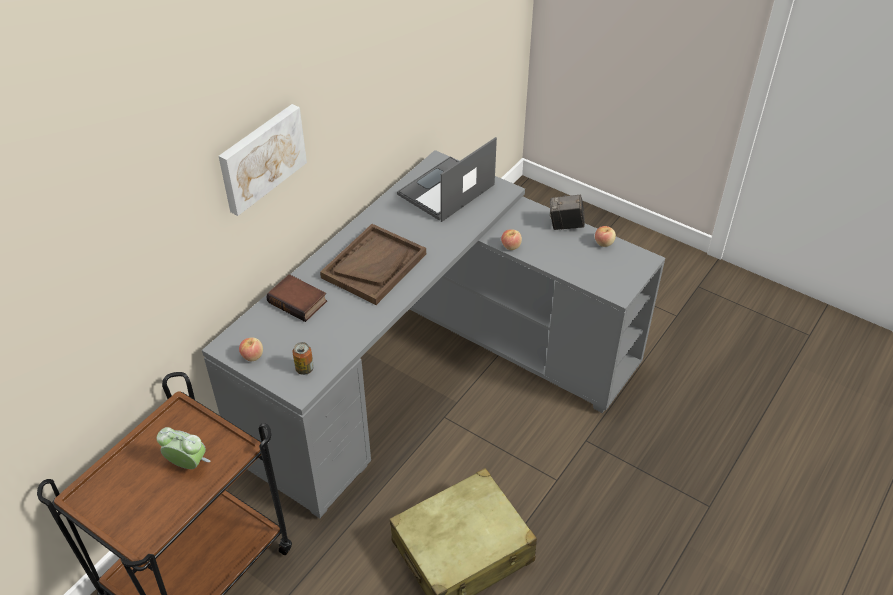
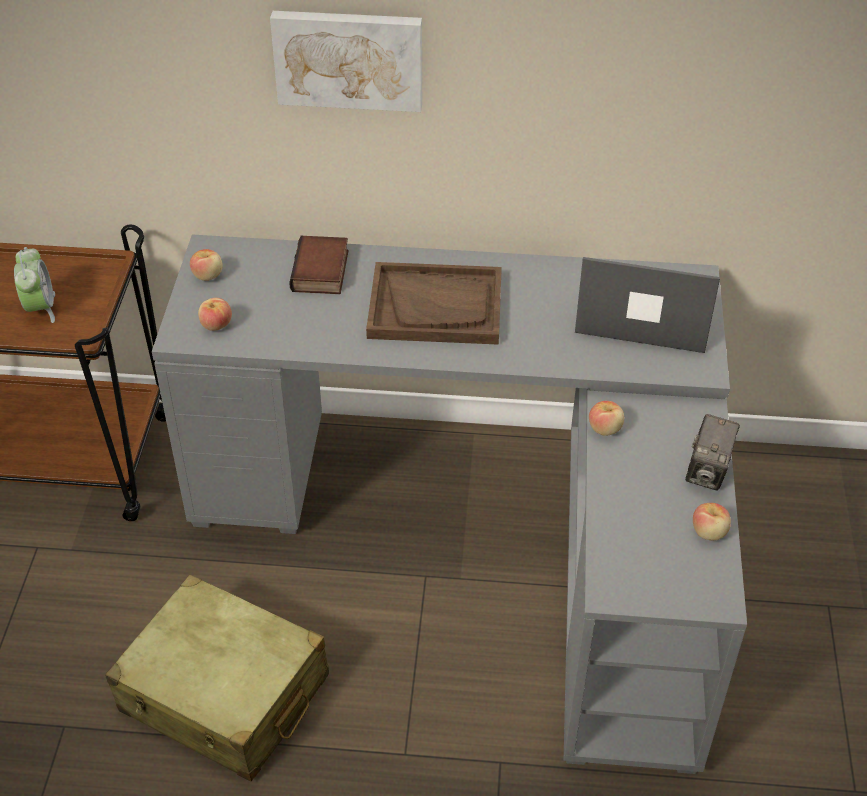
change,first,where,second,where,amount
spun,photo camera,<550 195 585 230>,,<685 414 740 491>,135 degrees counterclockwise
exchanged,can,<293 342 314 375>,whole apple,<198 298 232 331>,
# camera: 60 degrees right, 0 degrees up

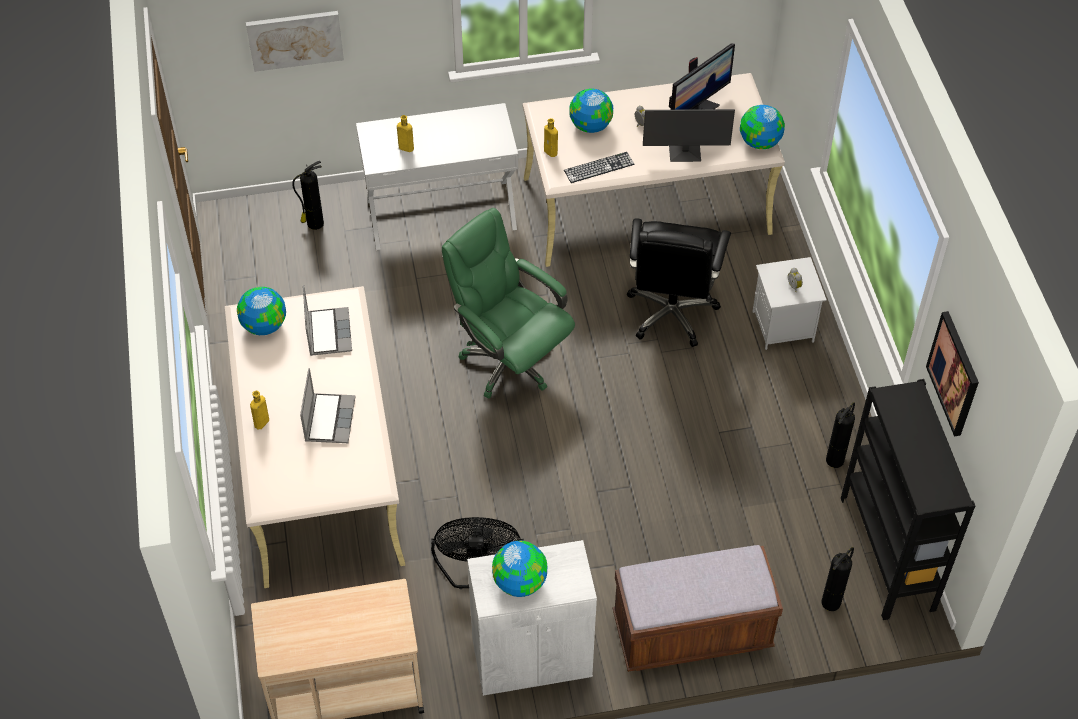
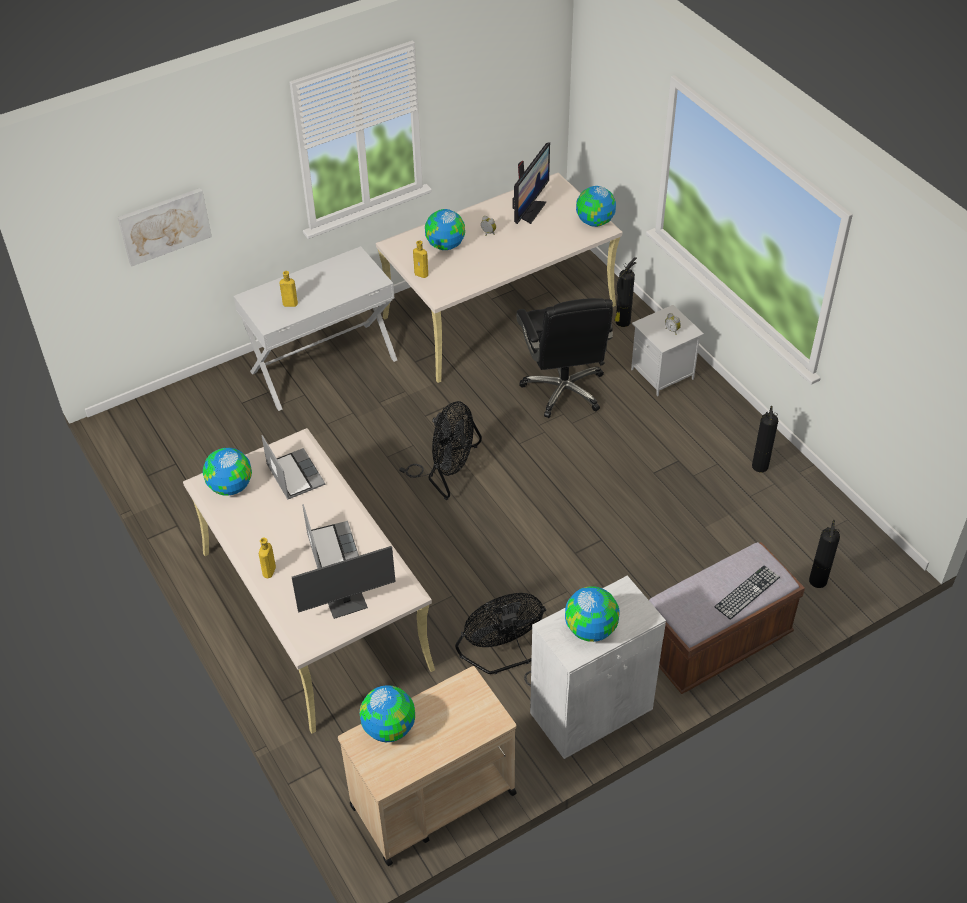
change,first,where,second,where,amount
relocated,monitor,<643 109 735 162>,,<292 546 396 619>,
relocated,keyboard,<564 152 635 183>,,<715 565 780 620>,
relocated,fire-fighting cylinder,<292 161 324 230>,,<614 257 637 327>,
exchanged,computer chair (green-coloured),<442 208 575 398>,fan (black-coloured),<399 401 482 500>,
missing,picture,<926 311 979 437>,,,
missing,shelving unit (black-coloured),<841 379 975 620>,,,
appeared,,,desk globe,<360 685 415 742>,
# camera: 20 degrees left, 5 degrees down

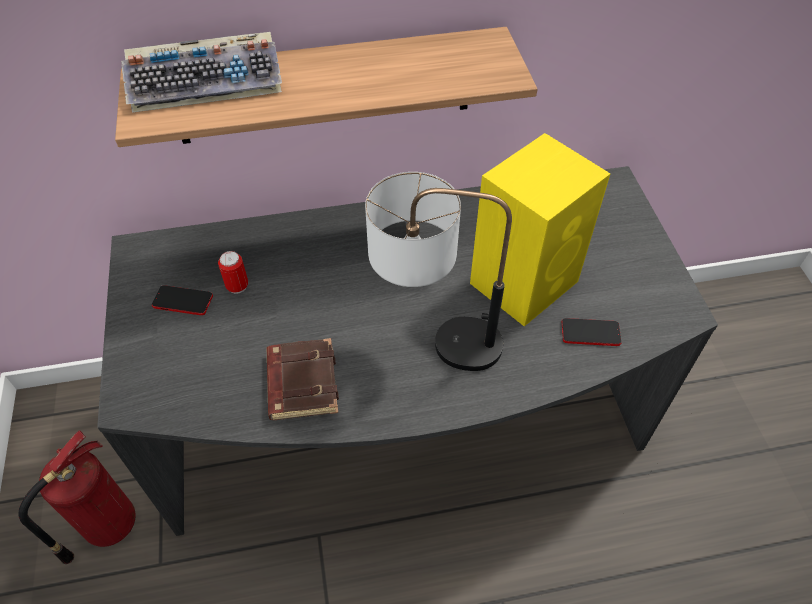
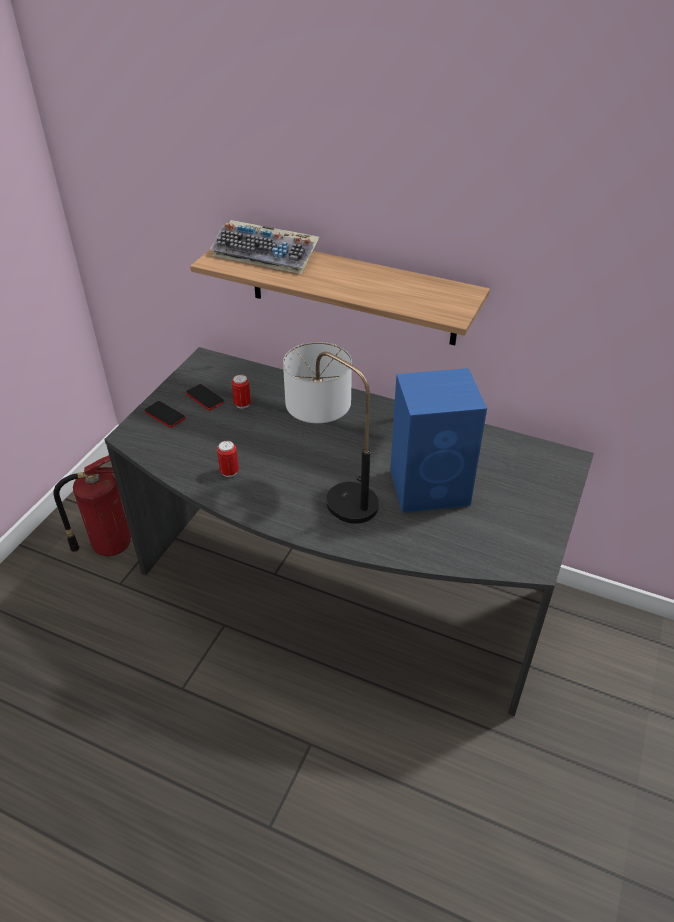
change,first,where,second,where,amount
colour,speaker (yellowish),<470 133 610 327>,speaker (blue),<390 368 487 513>,
relocated,handset,<562 318 621 346>,,<144 401 185 428>,
exchanged,bound book (brown-coloured),<267 338 339 420>,can,<217 441 239 477>,
# camera: 35 degrees right, 10 degrees down

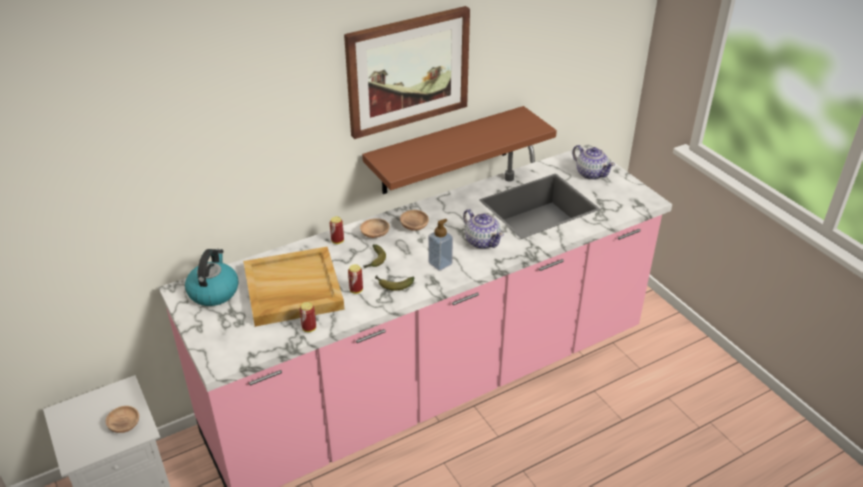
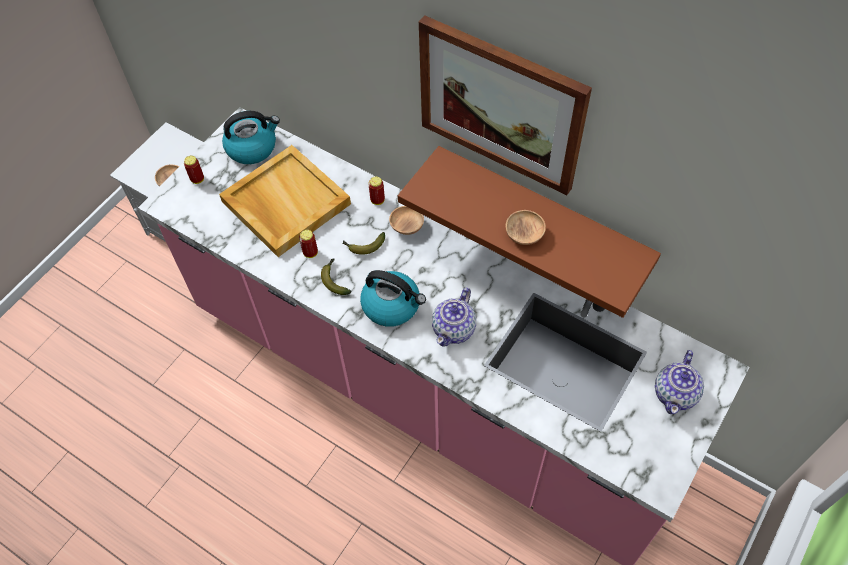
change,first,where,second,where,amount
relocated,serving bowl (brown-coloured),<400 210 429 231>,,<506 210 546 245>,
exchanged,soap bottle,<428 219 453 271>,tea kettle,<360 270 426 327>,
relocated,can,<299 302 316 332>,,<184 156 204 184>,
# camera: 65 degrees right, 20 degrees up

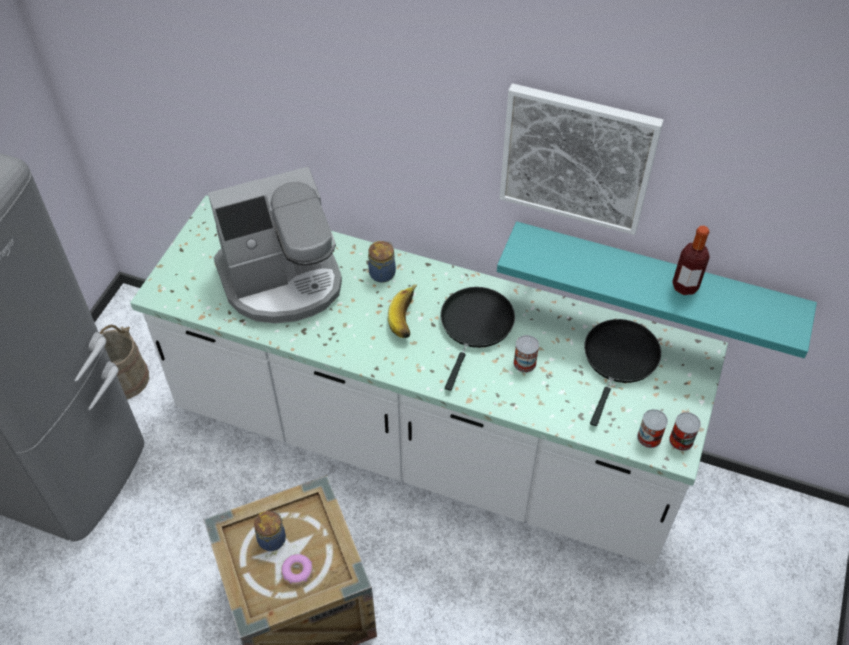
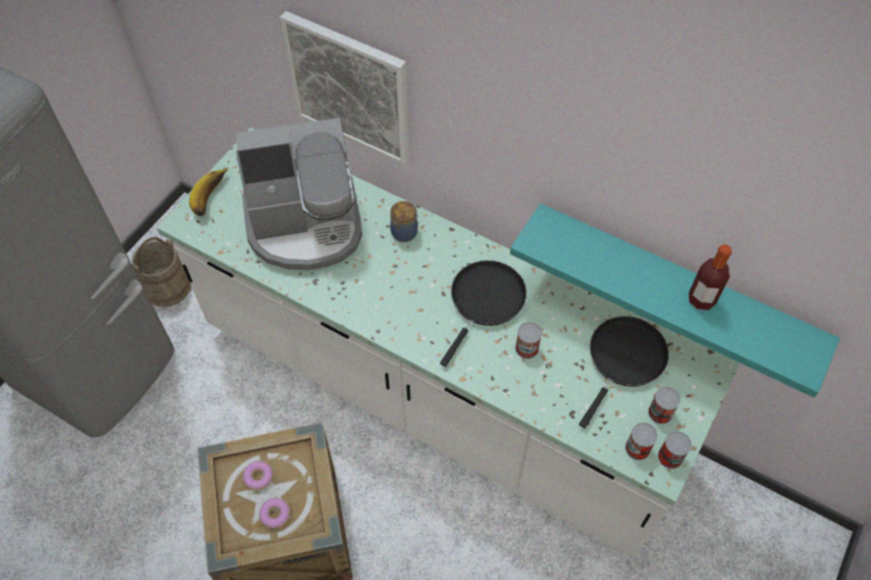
change,first,where,second,where,amount
relocated,picture,<499 83 664 235>,,<280 11 410 165>,
relocated,banana fruit,<388 284 417 338>,,<189 167 229 216>,
exchanged,preserve jar,<254 510 286 551>,ring doughnut,<243 461 273 491>,
appeared,,,can,<648 387 680 424>,
# camera: 10 degrees right, 5 degrees up

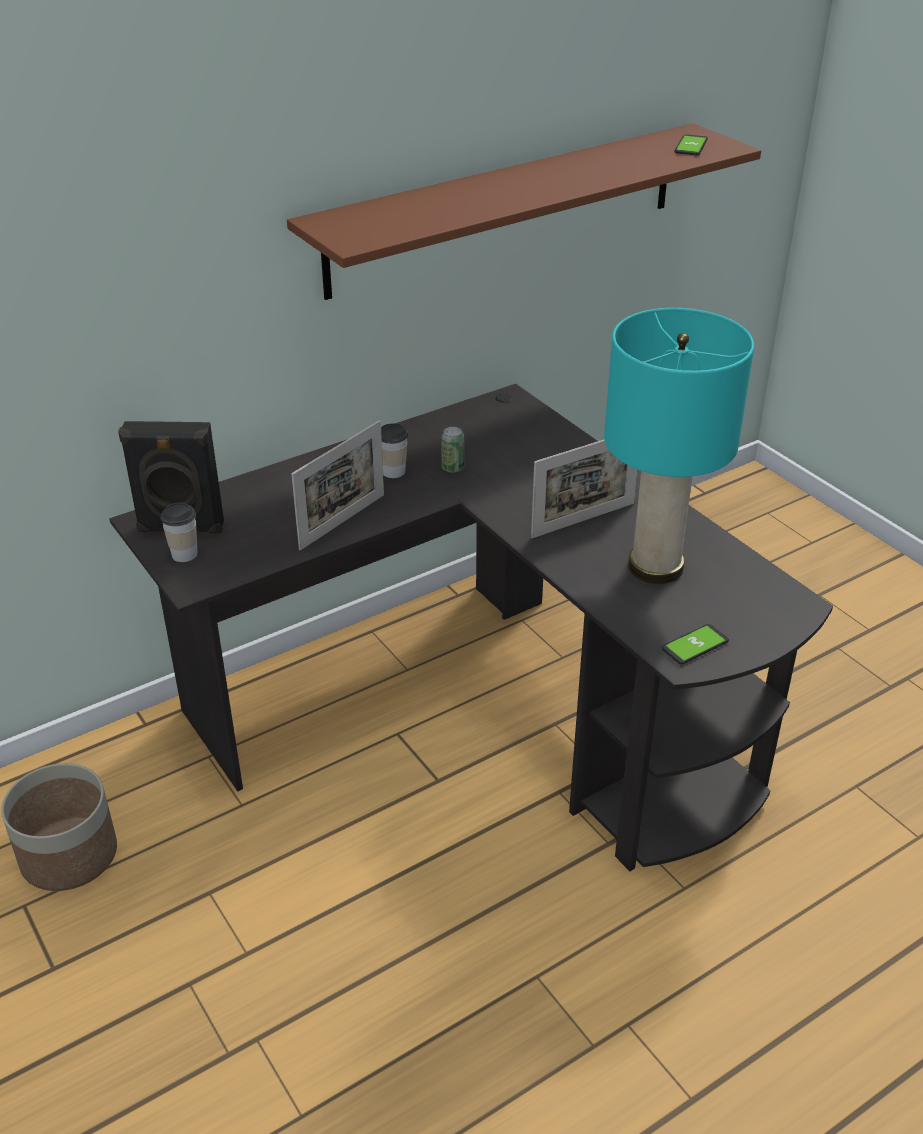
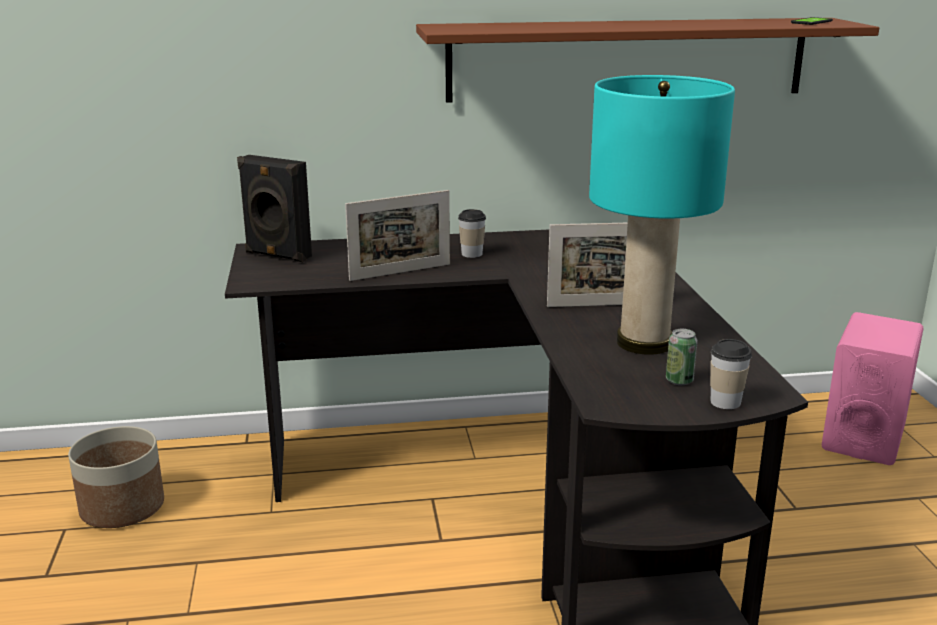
change,first,where,second,where,amount
relocated,can,<441 427 464 473>,,<666 329 698 385>,
relocated,small cup,<161 503 198 562>,,<710 339 752 409>,
missing,handset,<661 624 729 664>,,,
appeared,,,speaker (pinkish),<822 312 924 465>,
# camera: 25 degrees right, 15 degrees down

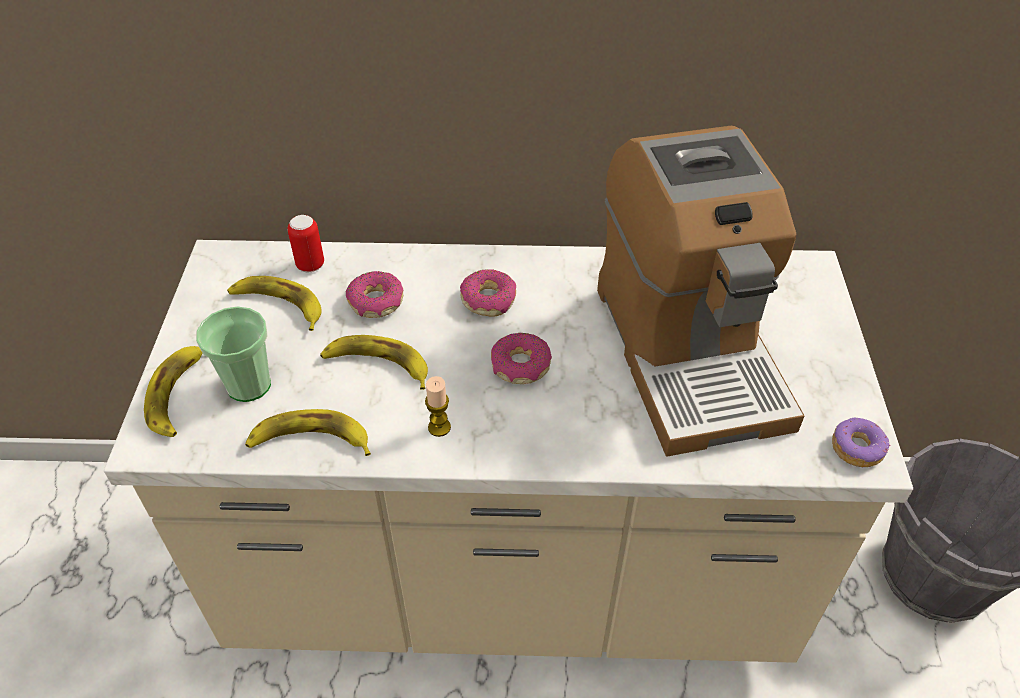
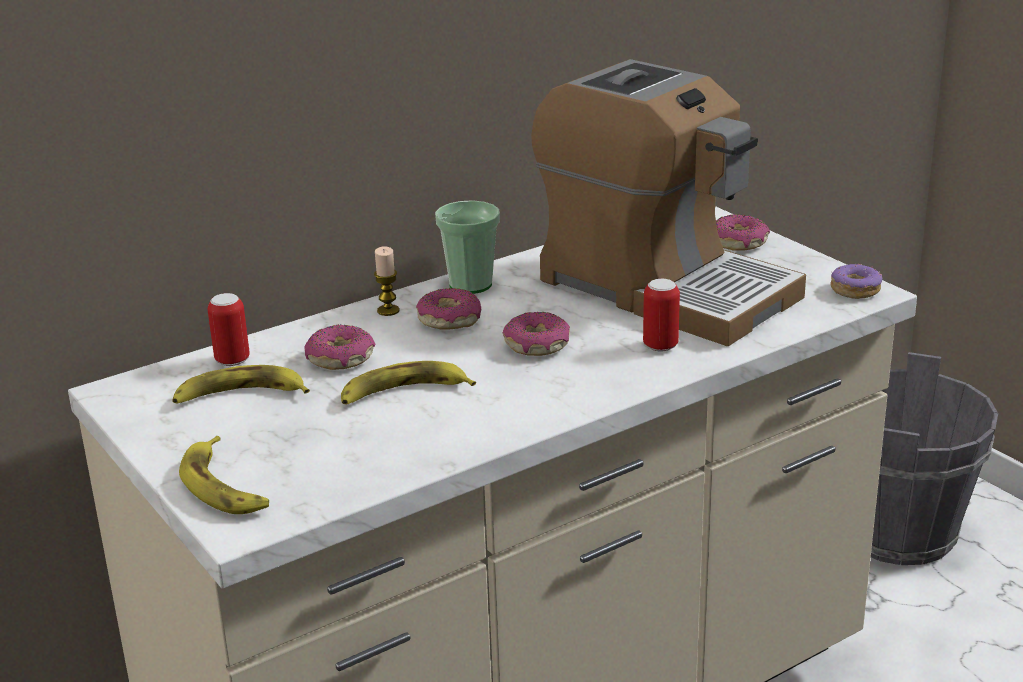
change,first,where,second,where,amount
relocated,small cup,<196 306 271 402>,,<435 200 500 294>,
relocated,candle,<425 376 451 437>,,<374 246 400 316>,
missing,banana fruit,<245 409 371 456>,,,
appeared,,,ring doughnut,<716 214 770 251>,
appeared,,,can,<643 279 680 352>,
# camera: 35 degrees left, 20 degrees down

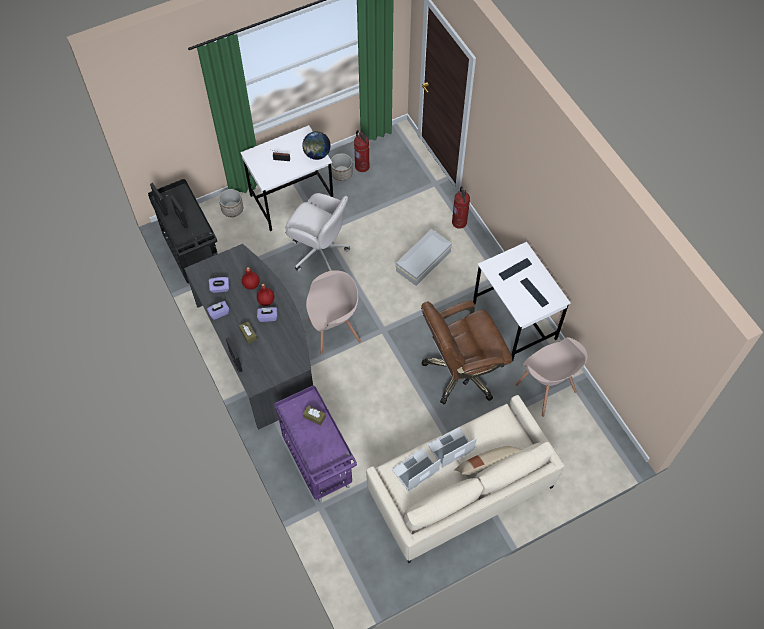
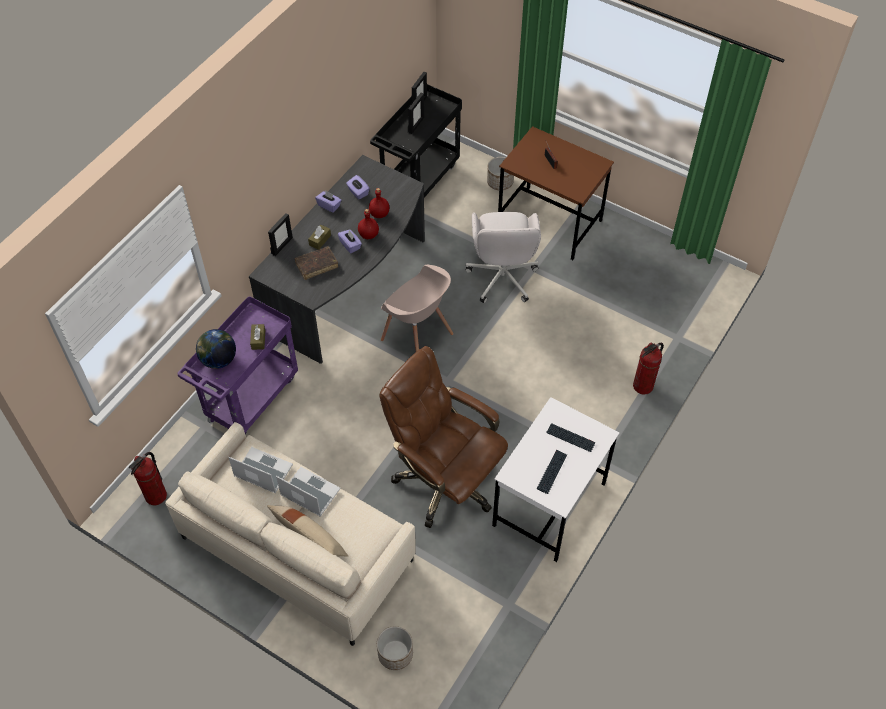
change,first,where,second,where,amount
colour,desk (whitish),<240 125 333 231>,desk (brown-coloured),<498 126 614 260>,
relocated,fire-fighting cylinder,<354 130 369 172>,,<129 452 167 505>,
relocated,desk globe,<303 131 331 160>,,<196 329 236 369>,
relocated,flower pot,<331 153 353 181>,,<377 626 413 670>,
missing,storage bin (whitish),<395 229 452 286>,,,
missing,upright chair (beige-coloured),<515 337 587 417>,,,
appeared,,,bound book (brown-coloured),<294 246 338 280>,
# camera: 60 degrees right, 5 degrees down

